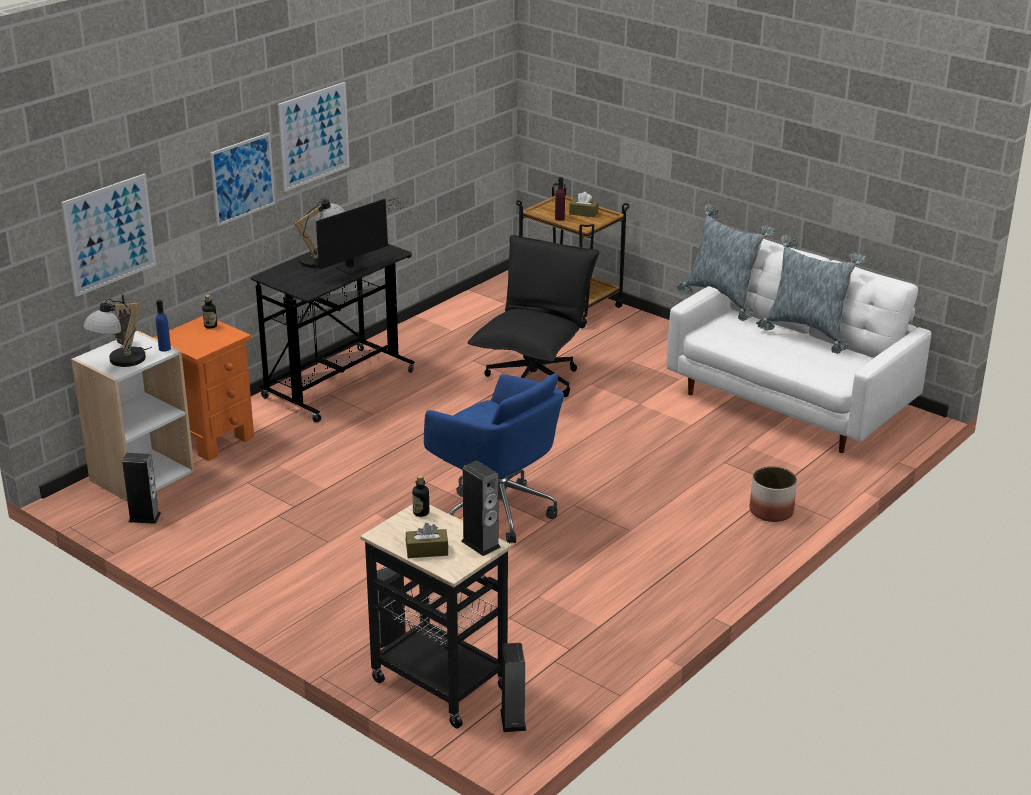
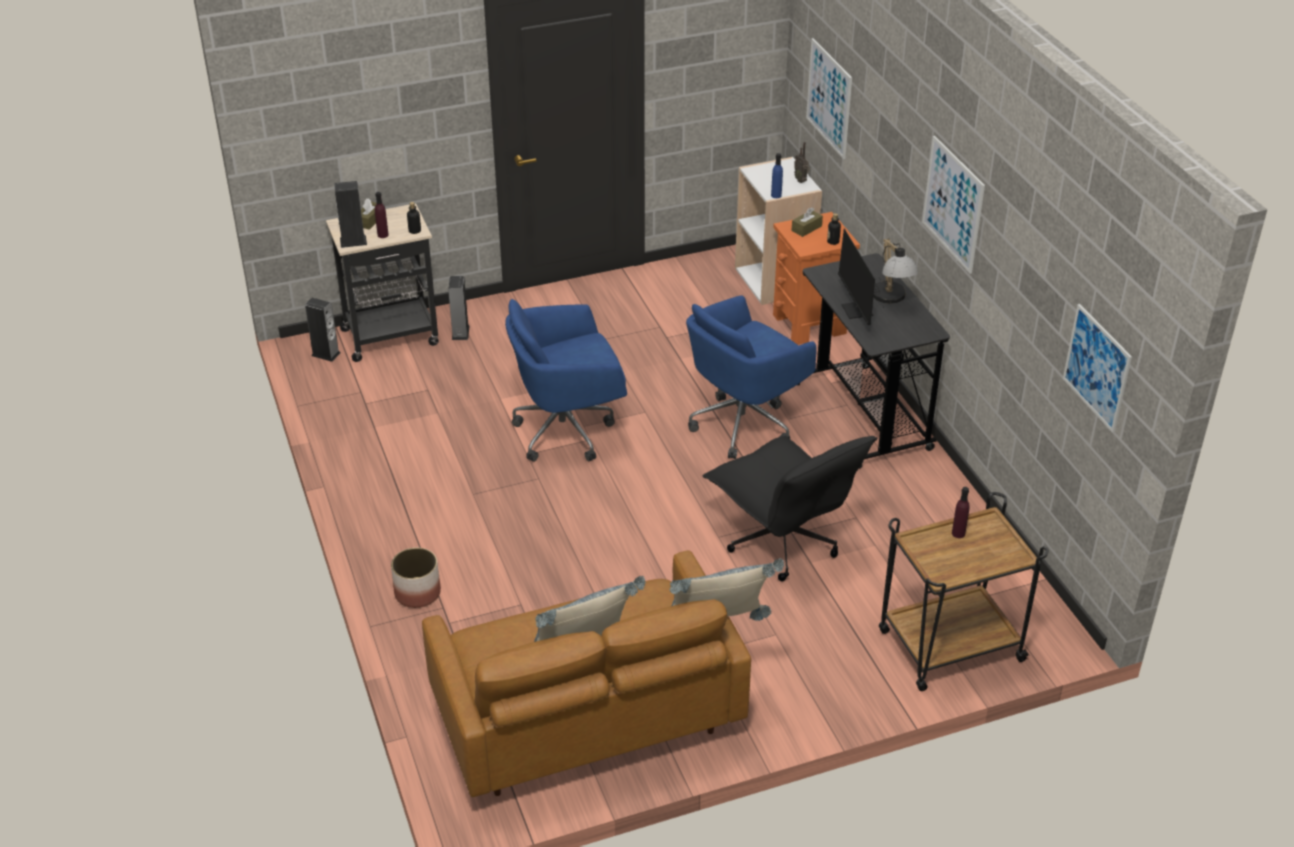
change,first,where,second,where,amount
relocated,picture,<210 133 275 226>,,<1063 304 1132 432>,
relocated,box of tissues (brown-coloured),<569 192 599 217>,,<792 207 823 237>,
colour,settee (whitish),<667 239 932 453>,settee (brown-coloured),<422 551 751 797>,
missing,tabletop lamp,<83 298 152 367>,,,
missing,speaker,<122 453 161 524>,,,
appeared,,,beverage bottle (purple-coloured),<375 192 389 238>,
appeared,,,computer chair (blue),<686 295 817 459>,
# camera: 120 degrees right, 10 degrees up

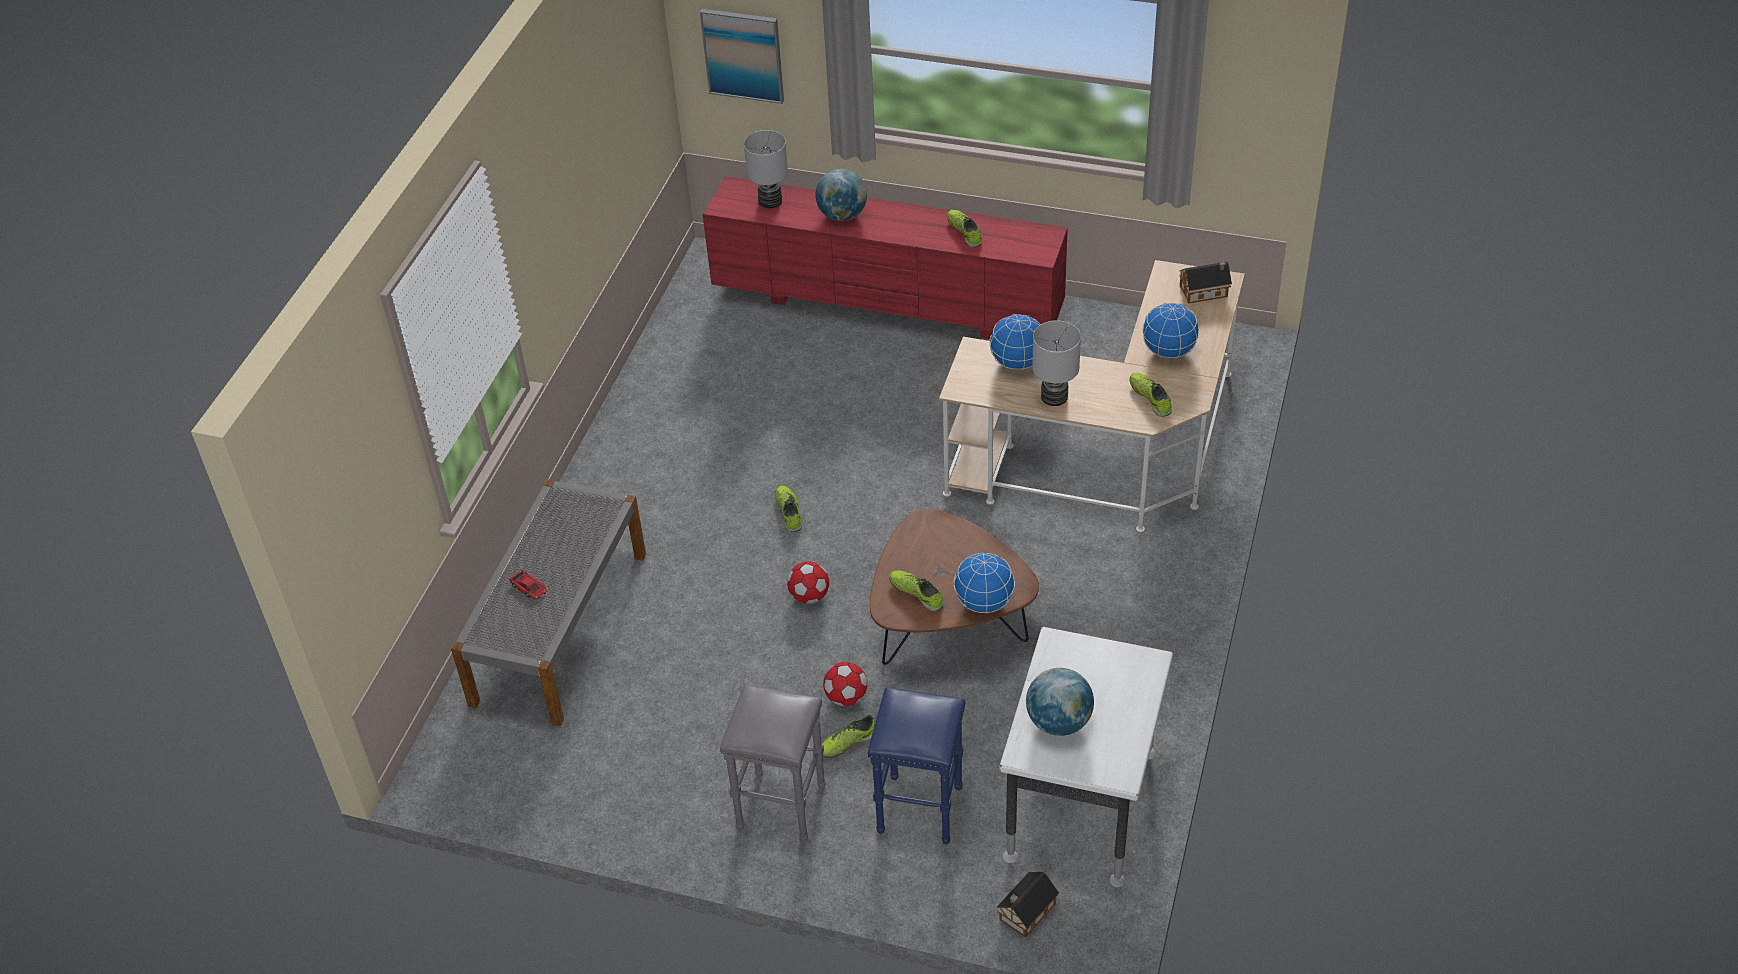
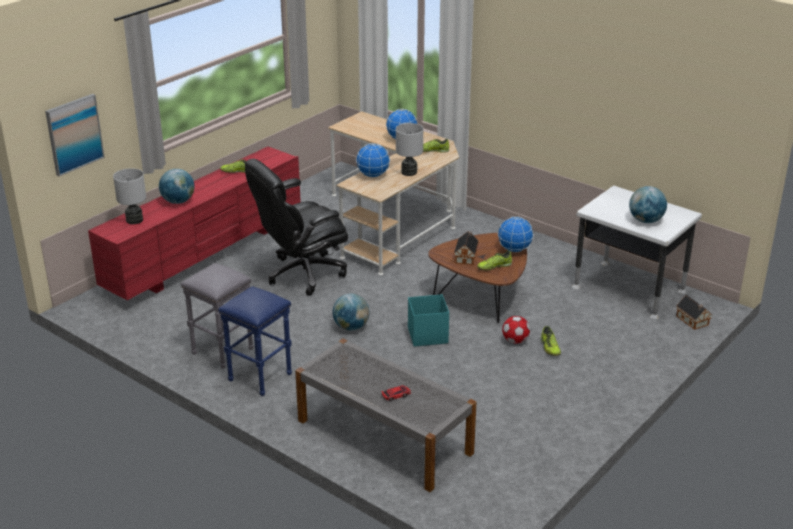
change,first,where,second,where,amount
relocated,toy house,<1179 261 1232 303>,,<454 231 479 265>,
exchanged,low shoe,<775 486 802 532>,desk globe,<333 294 370 331>,
exchanged,football ball,<787 561 829 604>,storage bin (turquoise-coloured),<408 294 449 347>,
relocated,sitting stool (gray),<720 684 826 842>,,<181 263 254 369>,
relocated,sitting stool (blue),<868 688 966 844>,,<218 286 292 396>,
appeared,,,computer chair (black-coloured),<245 159 348 296>,
# camera: 70 degrees left, 15 degrees down

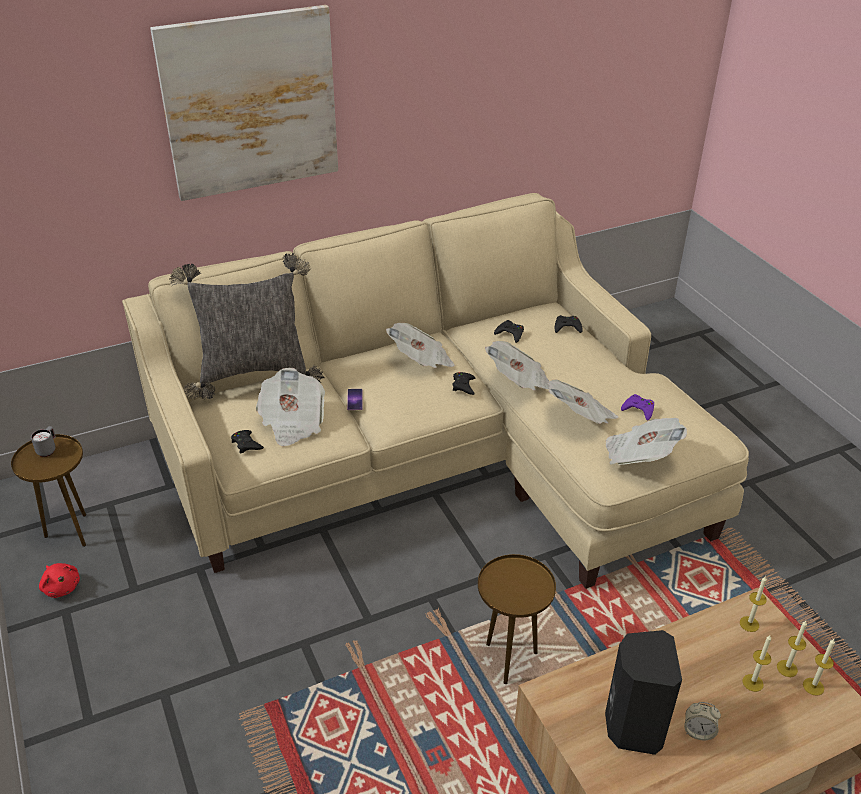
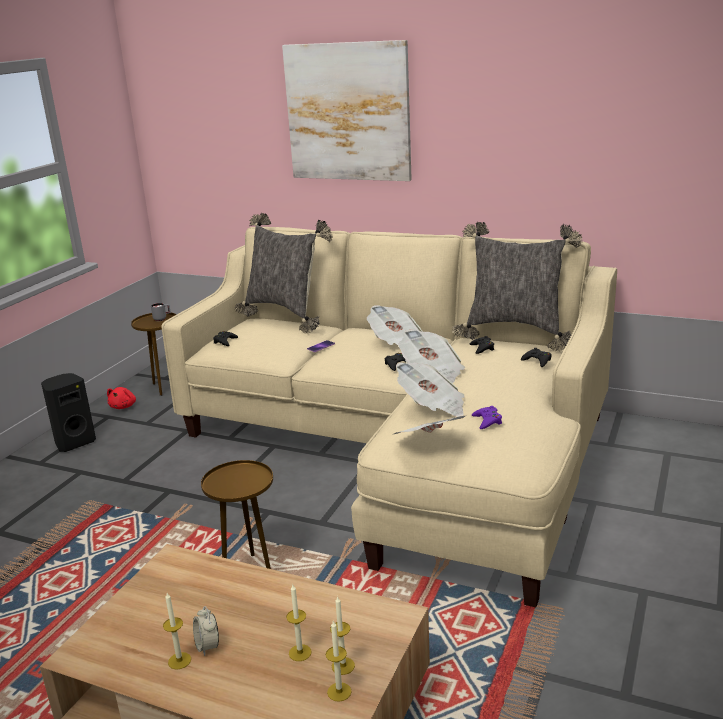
change,first,where,second,where,amount
missing,printed paper,<256 368 325 447>,,,
relocated,candle,<740 576 767 632>,,<163 593 191 670>,
relocated,speaker (black-coloured),<605 630 682 755>,,<41 373 96 452>,
appeared,,,cushion,<452 221 583 352>,
# camera: 50 degrees right, 15 degrees down

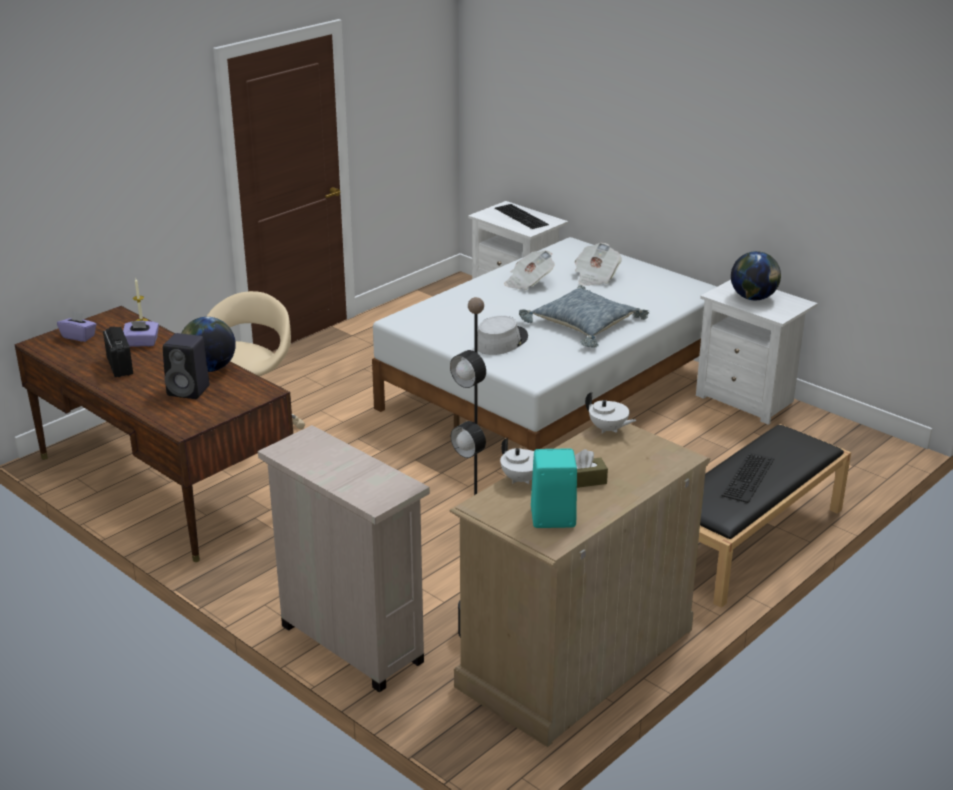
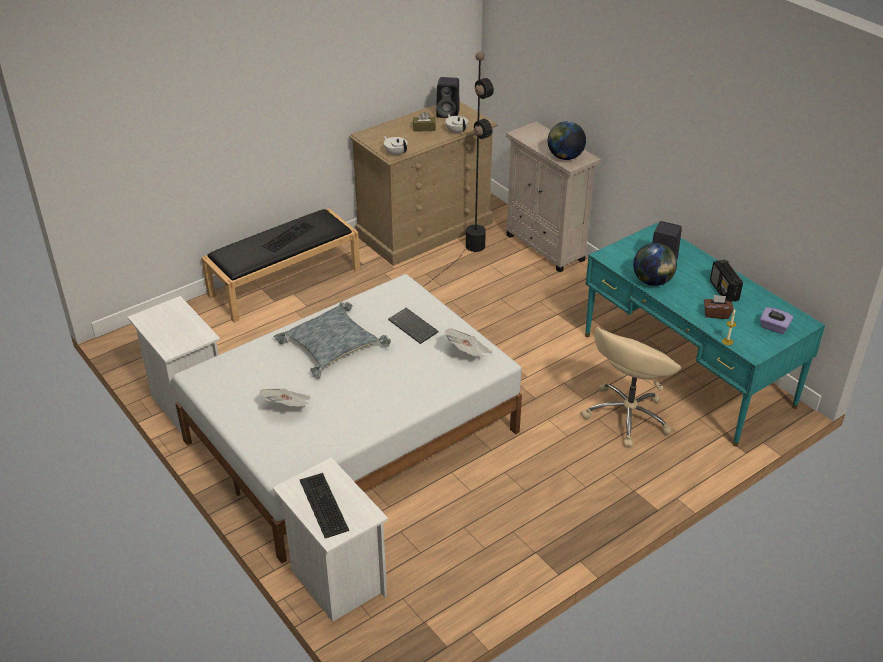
change,first,where,second,where,amount
relocated,printed paper,<504 251 555 290>,,<444 328 492 357>,
relocated,desk globe,<731 251 781 300>,,<548 121 586 160>,
colour,desk (brown-coloured),<15 306 293 562>,desk (turquoise-coloured),<585 223 825 447>,
exchanged,hat (gray),<478 316 528 355>,keyboard,<388 308 439 344>,
colour,box of tissues (purple-coloured),<123 321 159 347>,box of tissues (brown-coloured),<704 295 734 319>,
colour,speaker (turquoise-coloured),<531 448 577 528>,speaker (black-coloured),<436 77 460 118>,
# camera: 170 degrees left, 10 degrees up

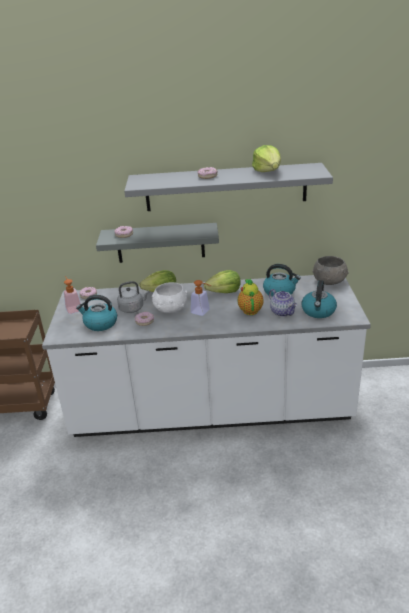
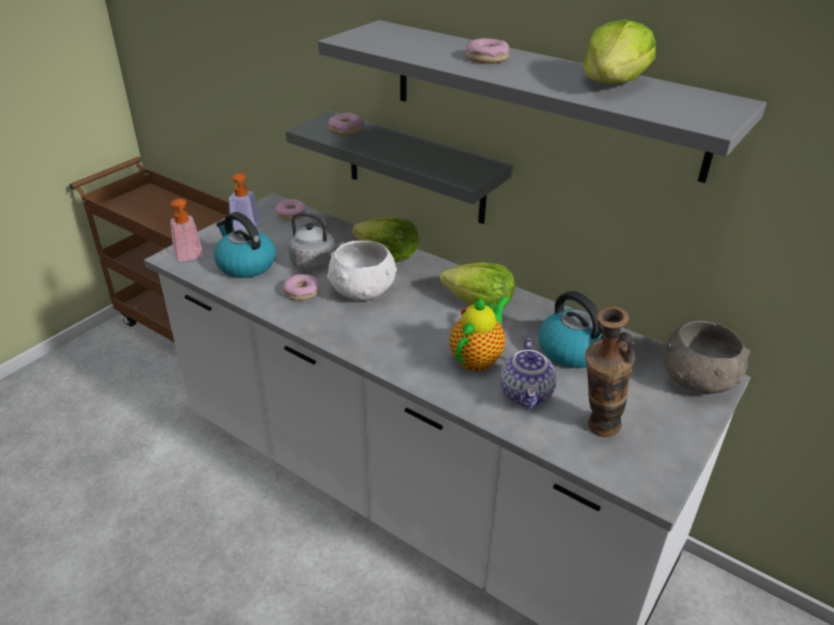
change,first,where,second,where,amount
relocated,soap bottle,<191 280 211 316>,,<170 199 204 262>,
exchanged,tea kettle,<302 280 337 318>,flower vase,<585 306 635 437>,
# camera: 35 degrees right, 5 degrees up

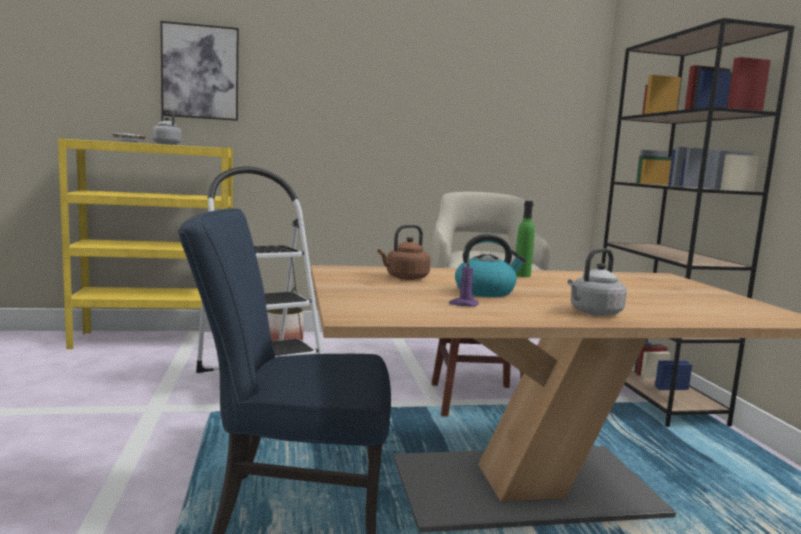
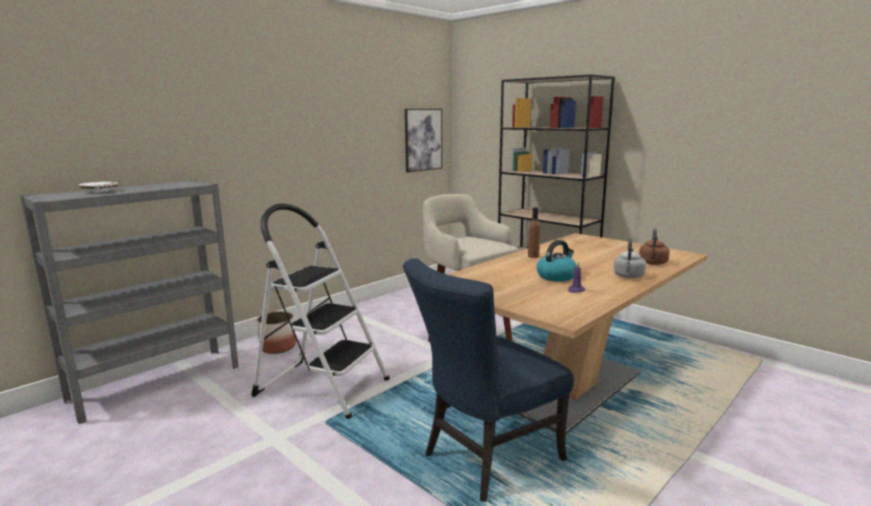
change,first,where,second,where,amount
relocated,picture,<160 21 239 121>,,<405 109 442 172>,
missing,tea kettle (gray),<152 110 181 145>,,,
colour,shelving unit (yellowish),<58 138 233 349>,shelving unit (gray),<20 180 239 424>,
colour,beverage bottle (green-coloured),<516 201 535 277>,beverage bottle (brown-coloured),<528 207 540 258>,
relocated,tea kettle (brown-coloured),<378 224 431 280>,,<639 228 670 265>,
# camera: 35 degrees left, 5 degrees up

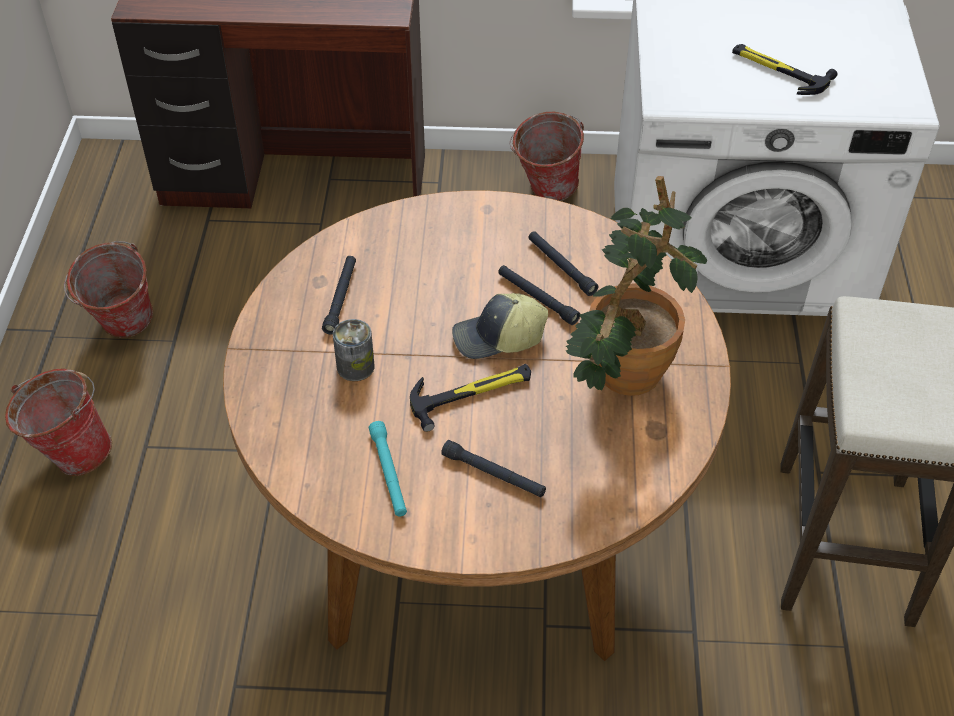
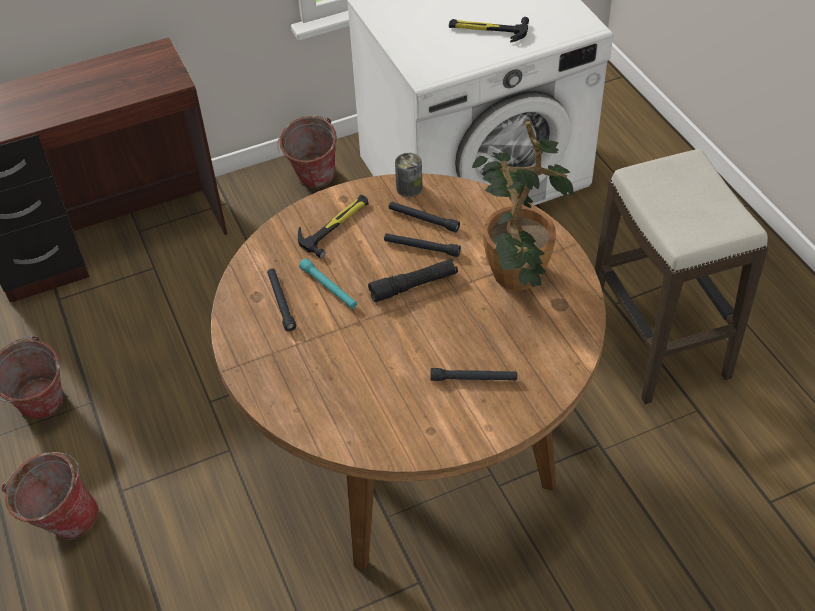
change,first,where,second,where,amount
exchanged,peaked cap,<452 293 548 359>,torch (black-coloured),<368 259 458 302>,
relocated,can,<333 319 374 381>,,<395 153 423 197>,
relocated,hammer,<410 364 531 432>,,<298 195 369 258>,
relocated,torch (turquoise-coloured),<369 421 407 517>,,<299 258 357 309>,
# camera: 25 degrees left, 0 degrees up

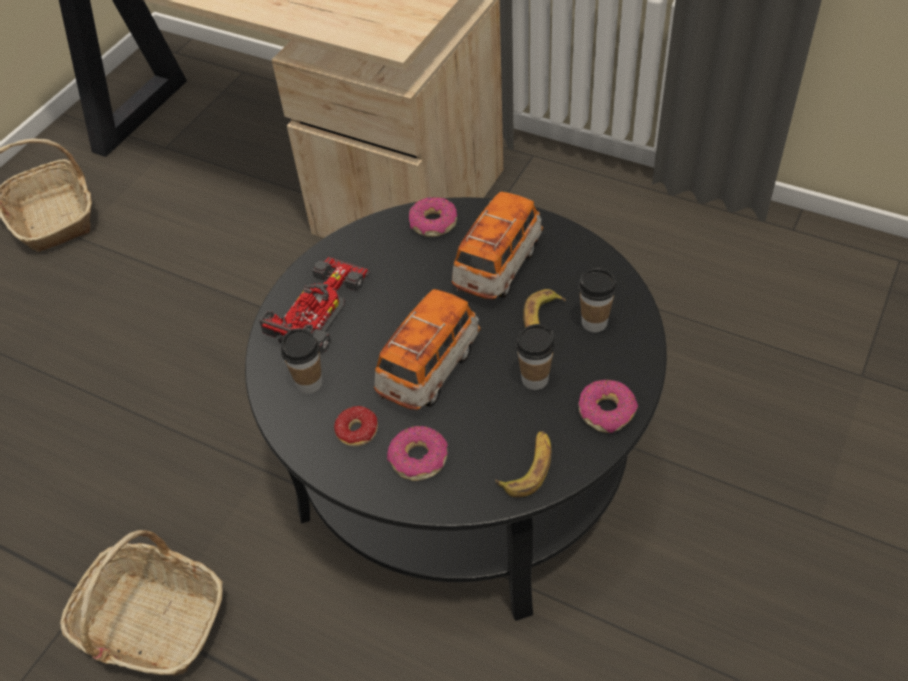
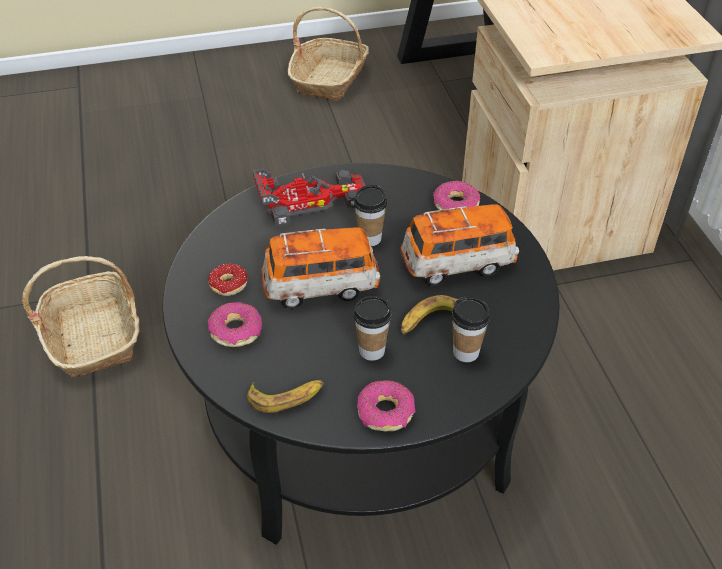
change,first,where,second,where,amount
relocated,small cup,<281 328 323 394>,,<354 185 387 246>,
# camera: 45 degrees right, 5 degrees down

